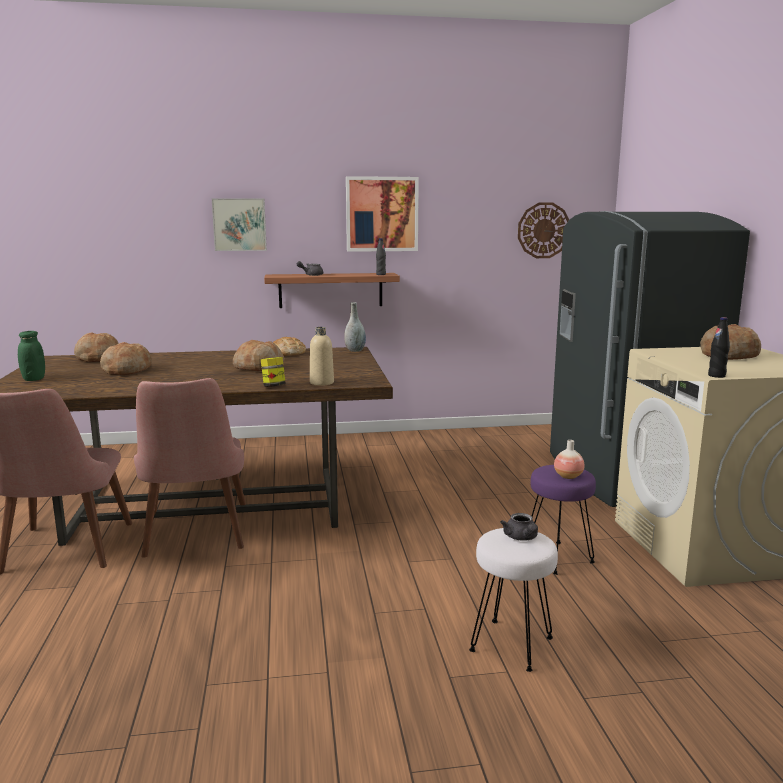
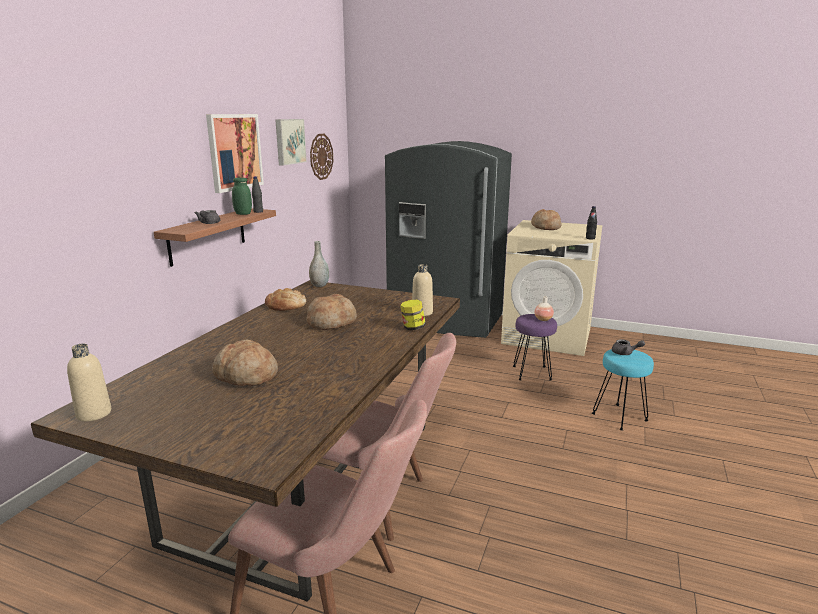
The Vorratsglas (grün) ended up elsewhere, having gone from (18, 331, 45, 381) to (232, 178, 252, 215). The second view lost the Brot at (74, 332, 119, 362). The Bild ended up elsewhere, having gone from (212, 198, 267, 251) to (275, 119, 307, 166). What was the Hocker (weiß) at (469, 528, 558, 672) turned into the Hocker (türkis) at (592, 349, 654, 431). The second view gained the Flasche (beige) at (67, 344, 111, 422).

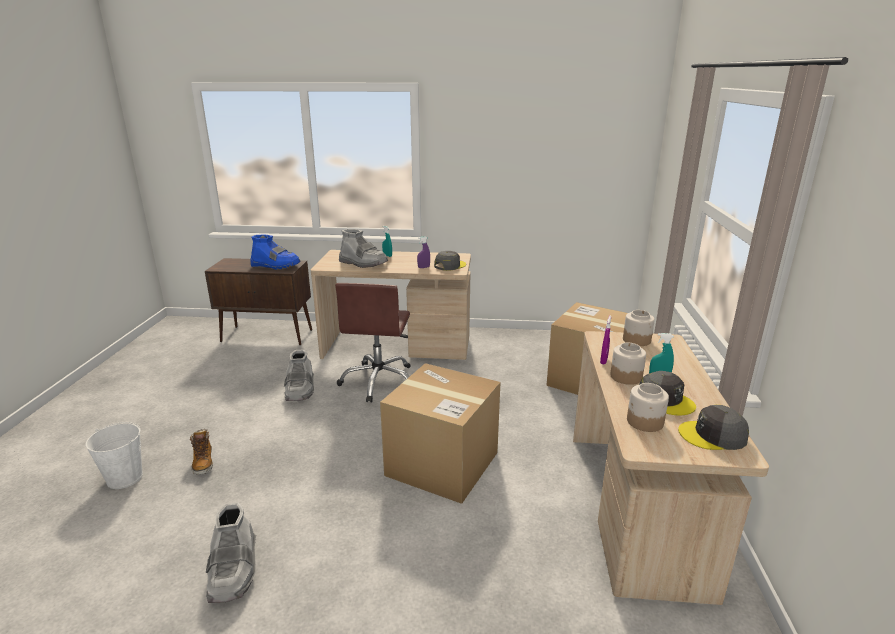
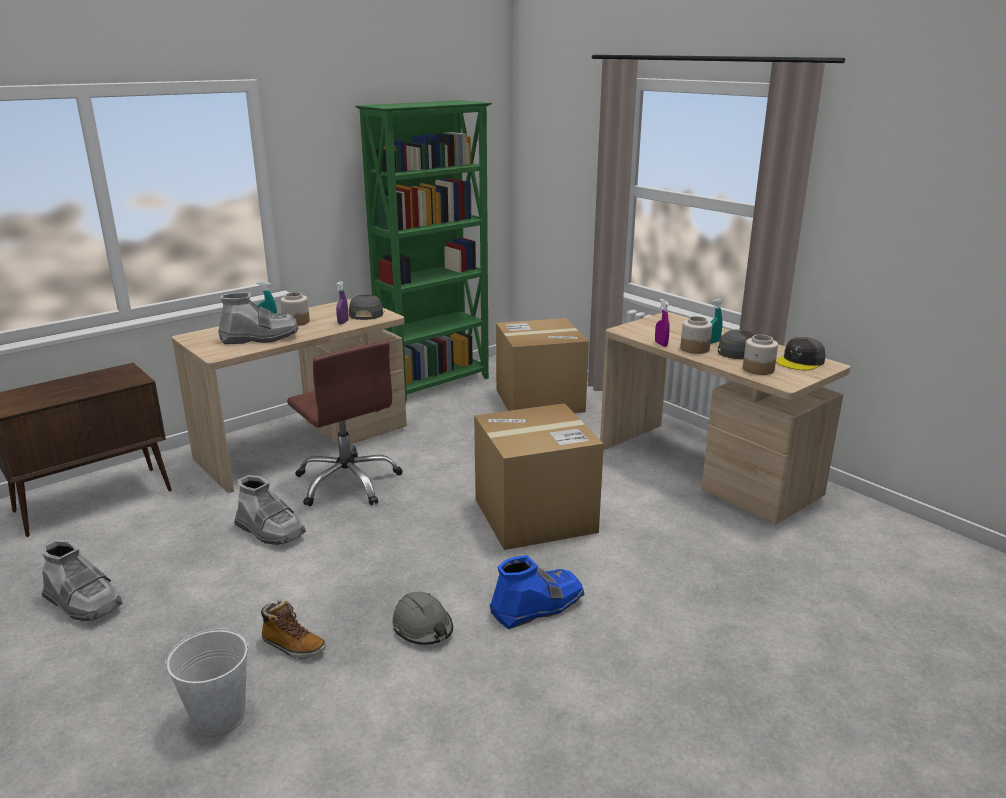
The Stiefel (grau) ended up elsewhere, having gone from (206, 502, 256, 603) to (42, 540, 123, 621). The Stiefel (blau) ended up elsewhere, having gone from (250, 234, 301, 270) to (490, 555, 585, 629). The Vorratsglas ended up elsewhere, having gone from (623, 310, 655, 346) to (280, 292, 310, 326). The second view gained the Bücherregal (grün) at (355, 100, 492, 402). The second view gained the Schutzhelm (grau) at (392, 592, 453, 645).

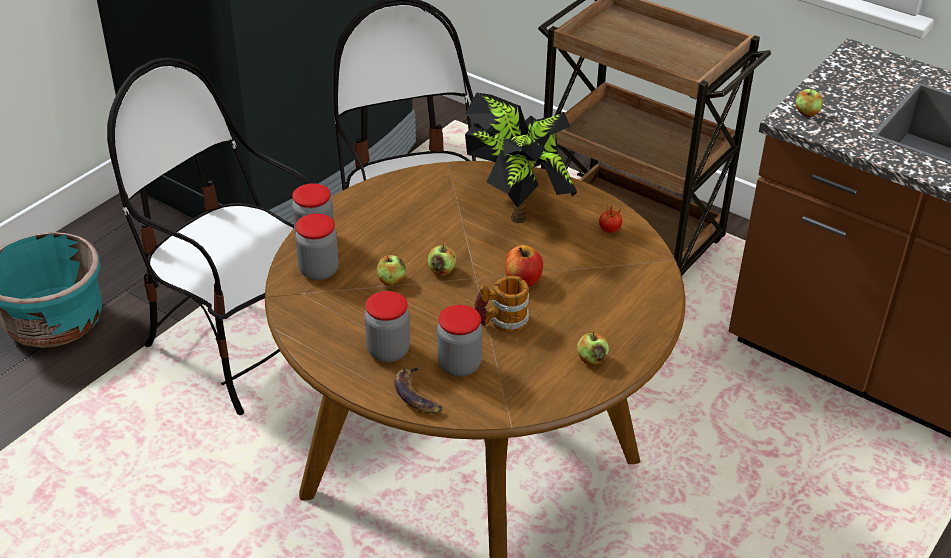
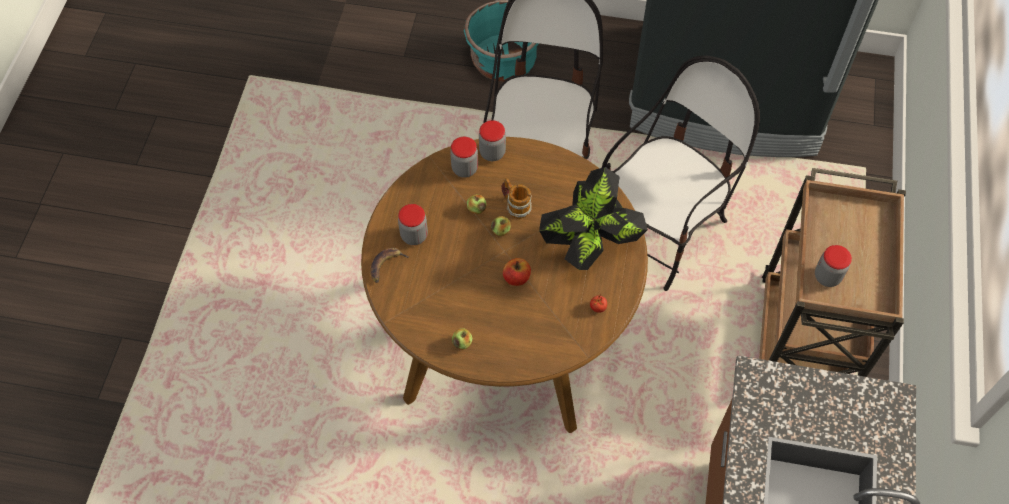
The Vorratsglas ended up elsewhere, having gone from (437, 305, 482, 377) to (815, 245, 852, 287). The Henkelbecher ended up elsewhere, having gone from (474, 276, 529, 333) to (501, 178, 532, 219). The second view lost the Apfel at (796, 89, 823, 117).

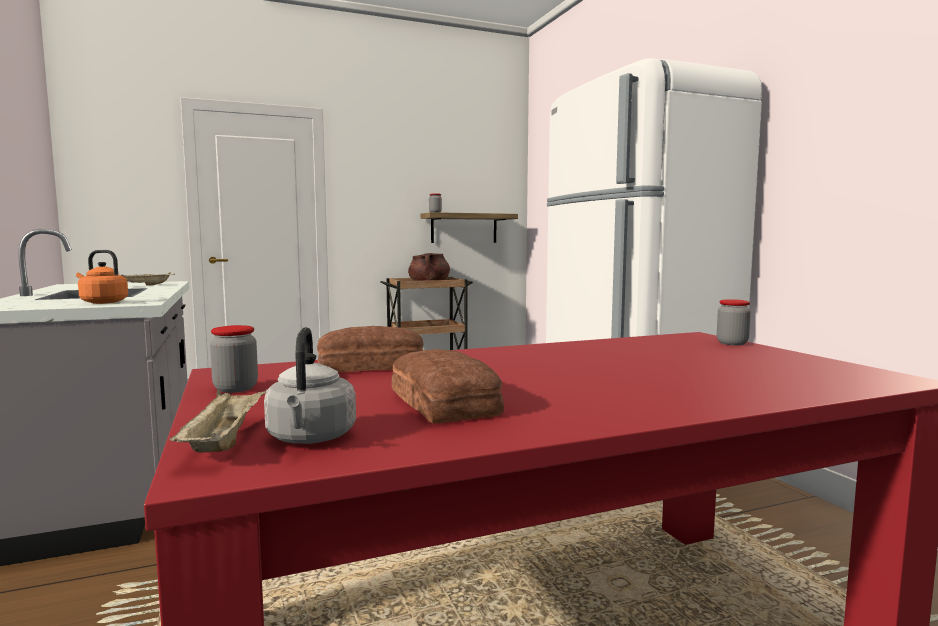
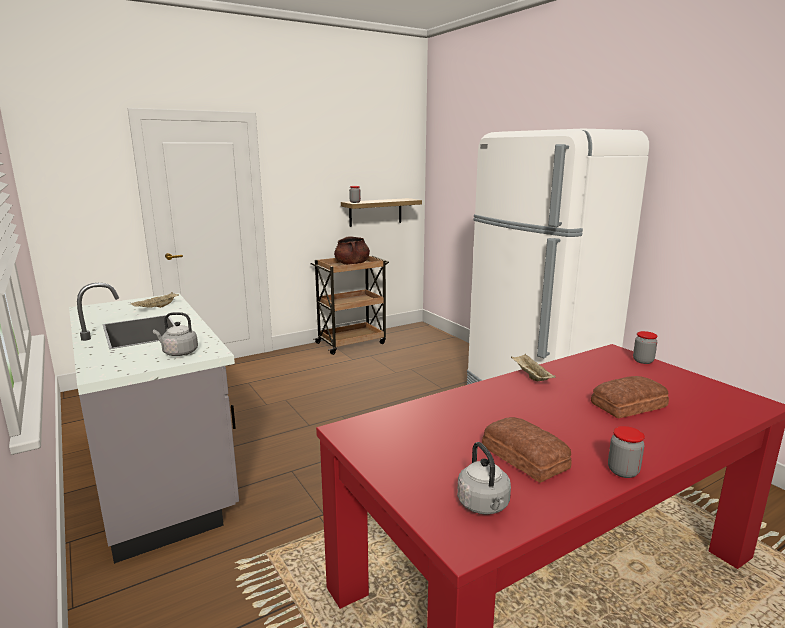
What was the Wasserkessel (orange) at (76, 250, 128, 304) turned into the Wasserkessel (grau) at (153, 312, 198, 356). The Tablett (beige) ended up elsewhere, having gone from (169, 389, 267, 453) to (511, 354, 555, 381). The Vorratsglas ended up elsewhere, having gone from (210, 325, 258, 393) to (608, 426, 645, 478). The Brot ended up elsewhere, having gone from (317, 326, 424, 372) to (591, 376, 669, 418).

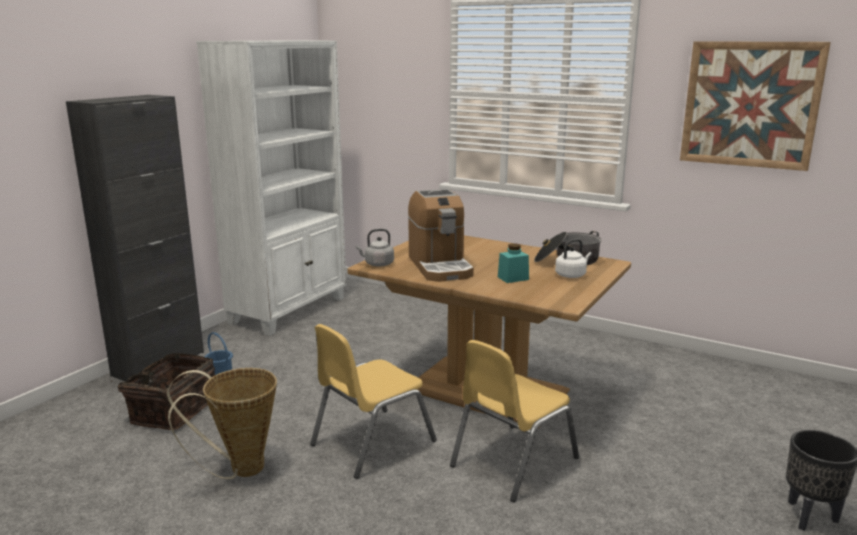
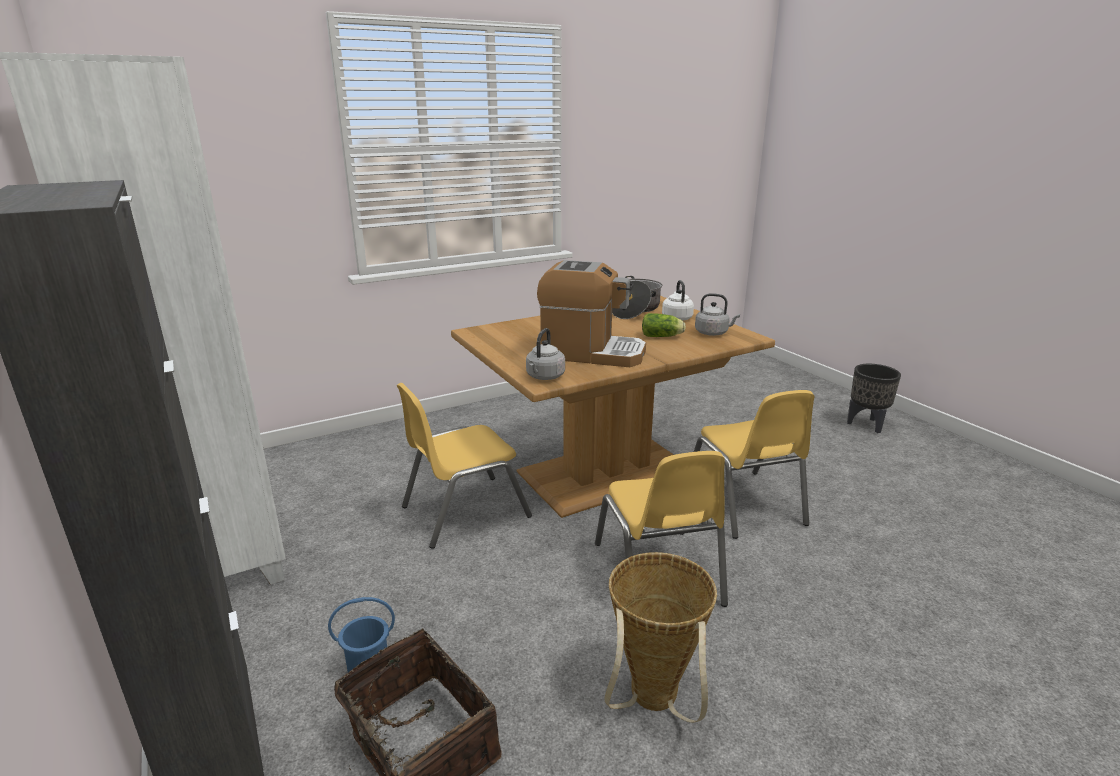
Where the Vorratsglas (türkis) stood at (498, 243, 529, 283), the Salatkopf came to stand at (642, 313, 686, 337). The second view lost the Bild at (680, 41, 831, 171). The second view gained the Stuhl (gelb) at (397, 383, 532, 549). The second view gained the Wasserkessel (grau) at (695, 293, 740, 336).

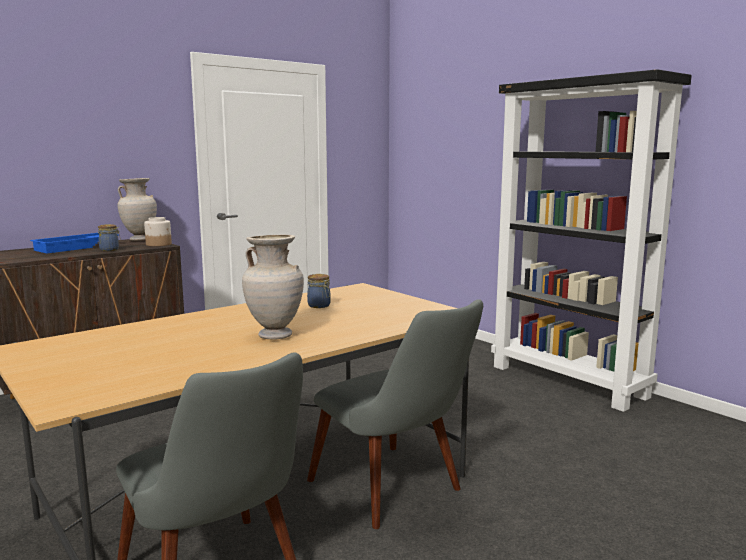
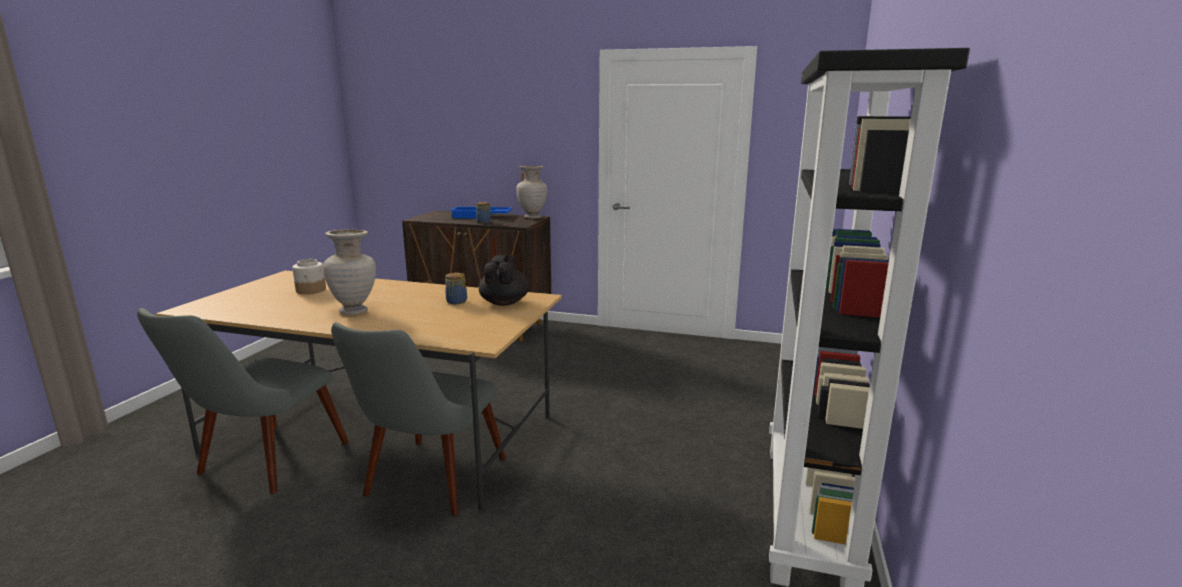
The Vorratsglas ended up elsewhere, having gone from (144, 217, 172, 246) to (292, 259, 326, 294). The second view gained the Teekanne (schwarz) at (479, 255, 530, 306).

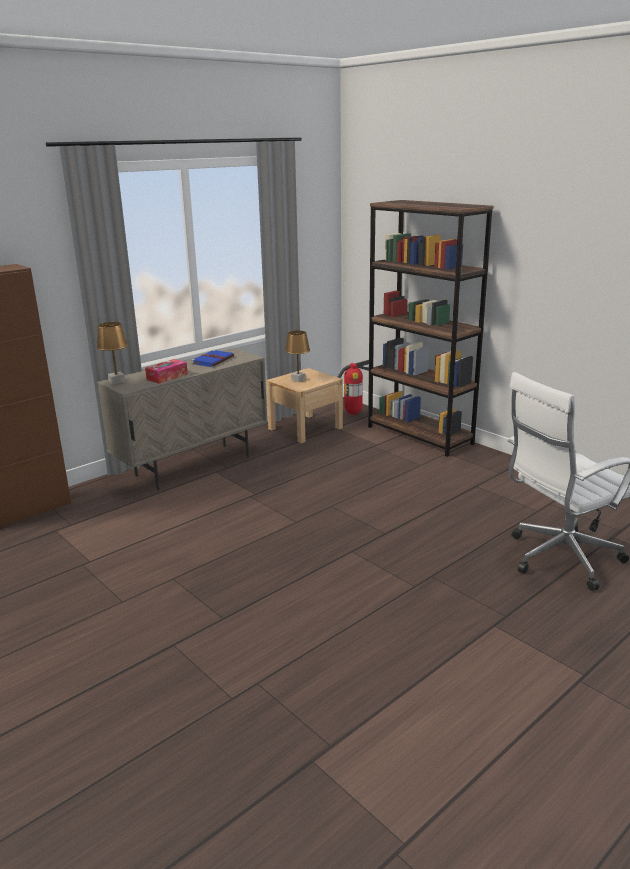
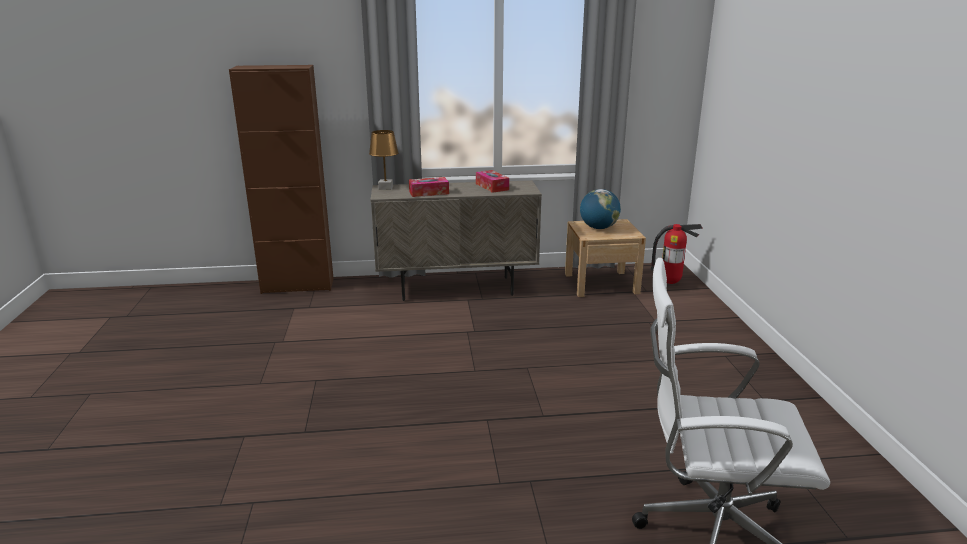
Where the Buch (blau) stood at (191, 350, 234, 367), the Taschentuchbox came to stand at (476, 170, 509, 193). Where the Tischlampe (braun) stood at (285, 330, 310, 382), the Globus came to stand at (580, 189, 621, 229). The second view lost the Bücherregal (braun) at (368, 200, 493, 457).

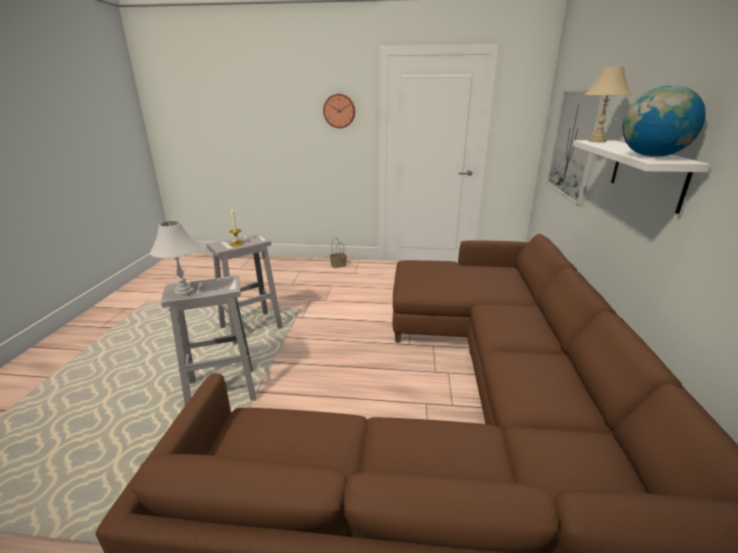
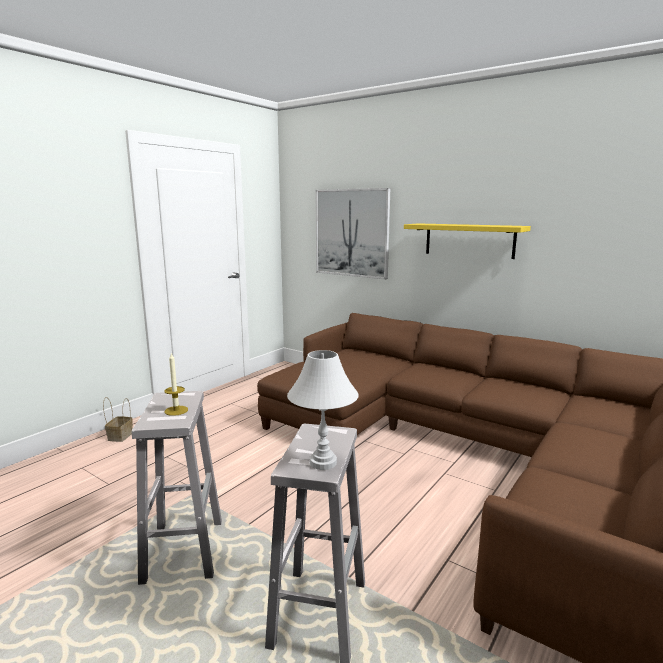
The second view lost the Wanduhr at (323, 94, 355, 128). What was the Wandregal (weiß) at (573, 140, 710, 214) turned into the Wandregal (gelb) at (404, 223, 531, 259). The second view lost the Tischlampe (beige) at (585, 67, 632, 142). The second view lost the Globus at (622, 85, 706, 157).

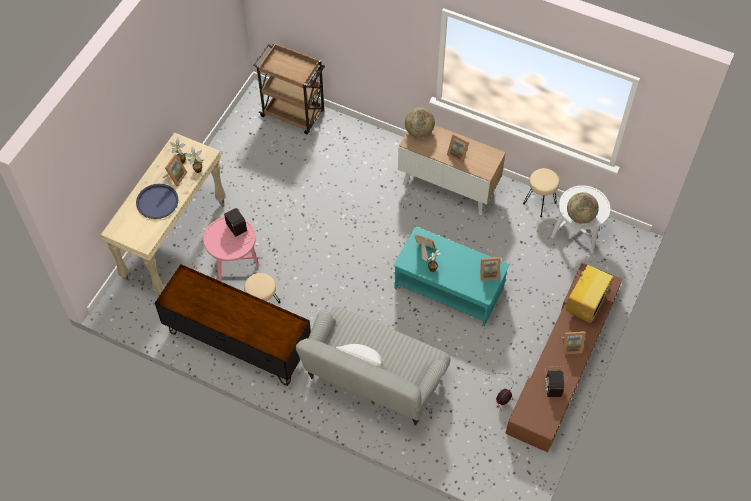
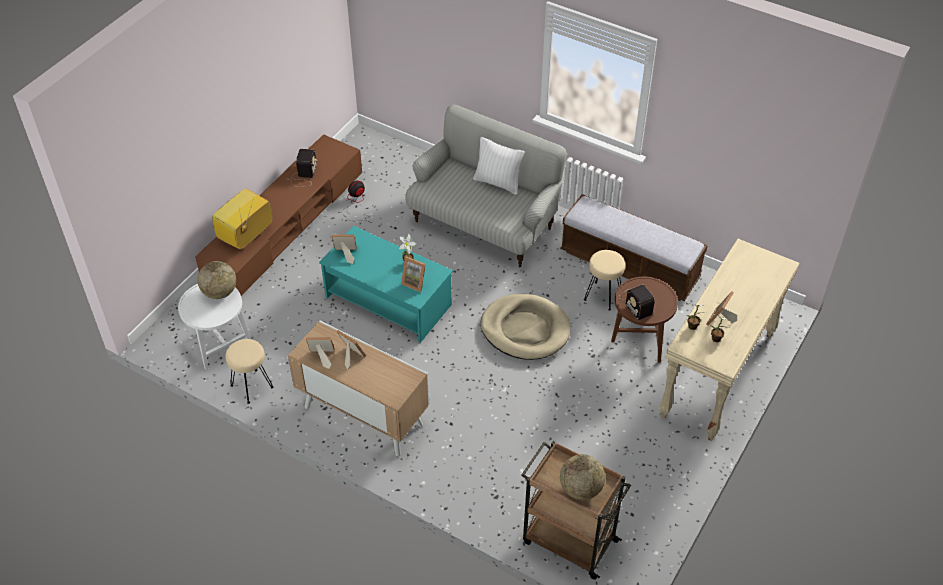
The second view lost the Tablett (blau) at (136, 184, 179, 219). Where the Fernsehschrank (braun) stood at (155, 264, 311, 386), the Bank came to stand at (561, 194, 708, 301). What was the Beistelltisch (rosa) at (204, 217, 258, 282) turned into the Beistelltisch (braun) at (611, 277, 678, 363). The Globus ended up elsewhere, having gone from (405, 107, 435, 138) to (560, 454, 605, 500). The Bilderrahmen ended up elsewhere, having gone from (562, 331, 585, 354) to (306, 337, 335, 369). The second view gained the Hundebett (beige) at (481, 294, 570, 360).

